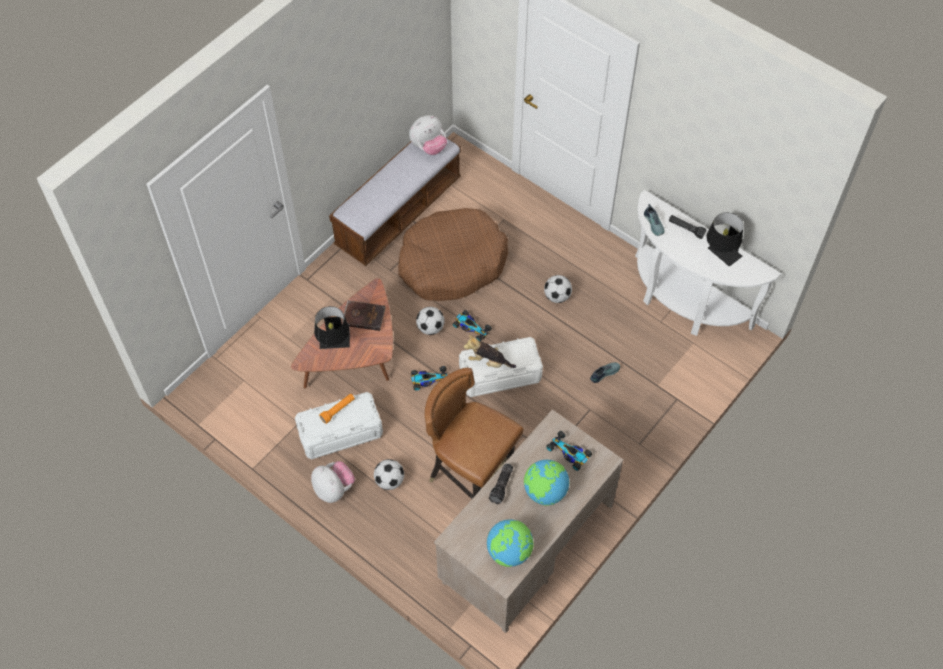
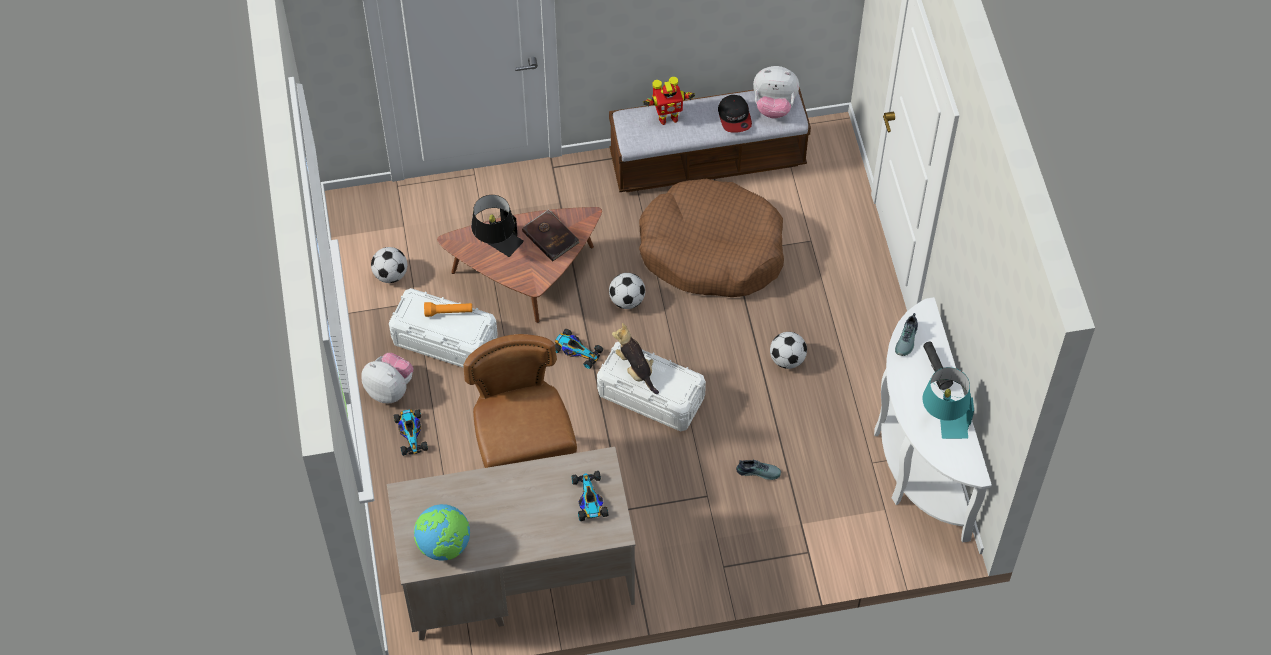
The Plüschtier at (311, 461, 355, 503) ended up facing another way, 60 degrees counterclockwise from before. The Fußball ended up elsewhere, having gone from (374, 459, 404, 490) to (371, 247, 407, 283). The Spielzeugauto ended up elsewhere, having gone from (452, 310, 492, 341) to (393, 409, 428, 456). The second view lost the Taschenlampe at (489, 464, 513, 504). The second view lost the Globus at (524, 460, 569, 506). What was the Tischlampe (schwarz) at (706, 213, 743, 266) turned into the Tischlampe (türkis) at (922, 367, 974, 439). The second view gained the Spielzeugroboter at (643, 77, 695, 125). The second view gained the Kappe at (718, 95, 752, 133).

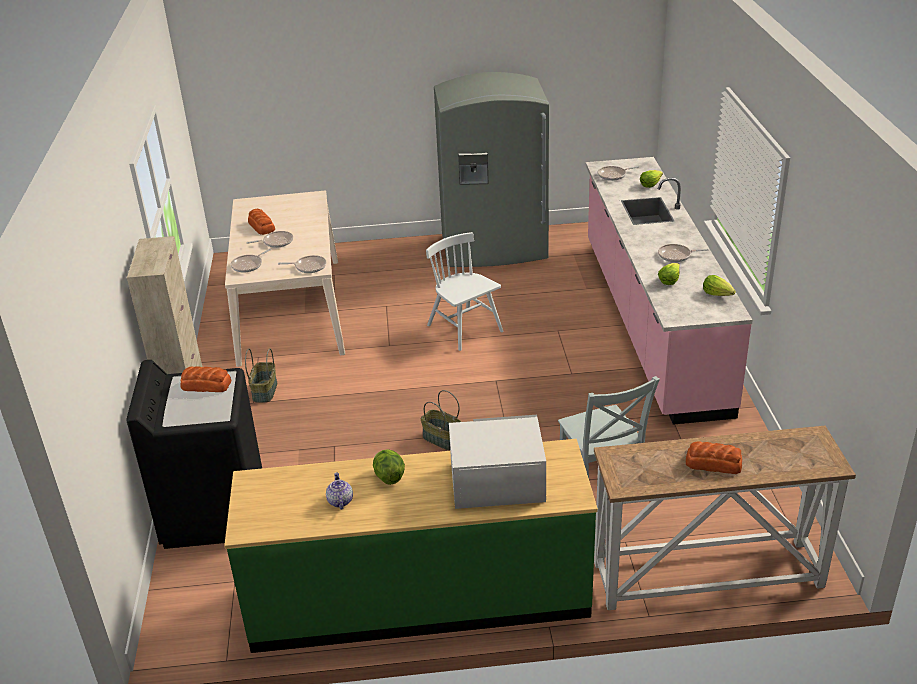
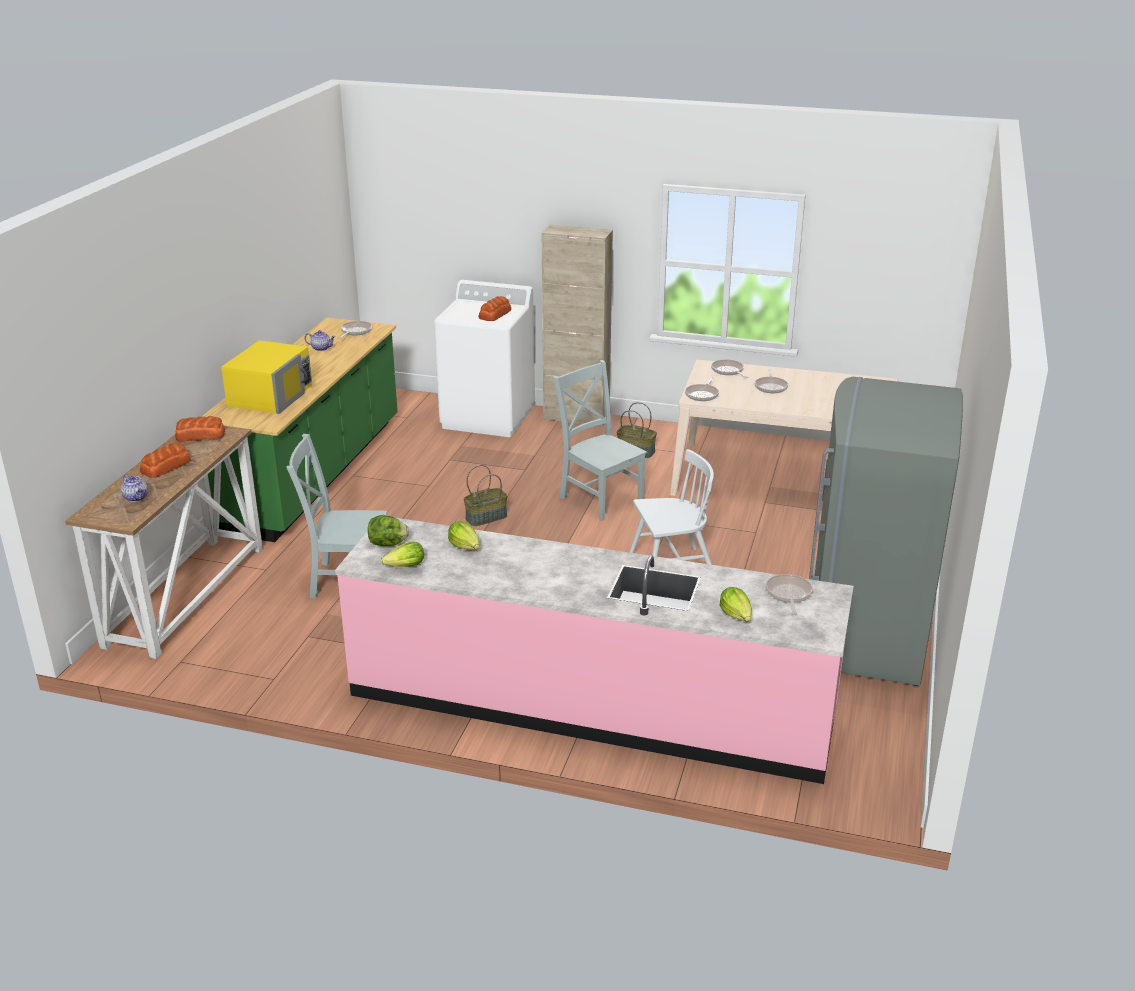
What was the Waschmaschine (schwarz) at (126, 360, 262, 549) turned into the Waschmaschine (weiß) at (434, 280, 535, 437). The Brot ended up elsewhere, having gone from (248, 209, 275, 235) to (175, 416, 225, 442). The Salatkopf ended up elsewhere, having gone from (373, 449, 405, 485) to (368, 515, 409, 546). What was the Mikrowelle (weiß) at (449, 415, 546, 509) turned into the Mikrowelle (gelb) at (221, 340, 312, 414). The Pfanne ended up elsewhere, having gone from (658, 244, 709, 262) to (339, 321, 372, 338). The second view gained the Teekanne at (121, 474, 148, 502). The second view gained the Stuhl (grau) at (553, 360, 647, 521).

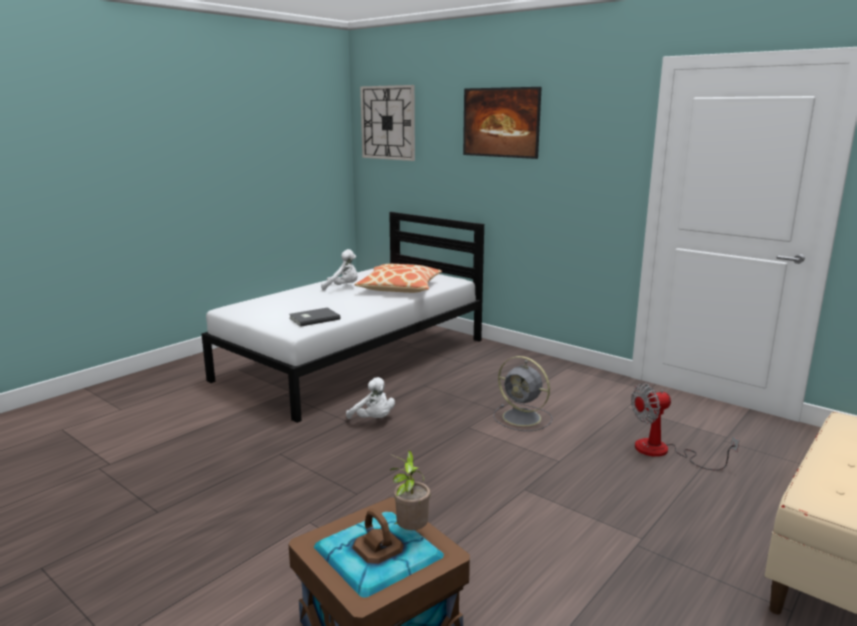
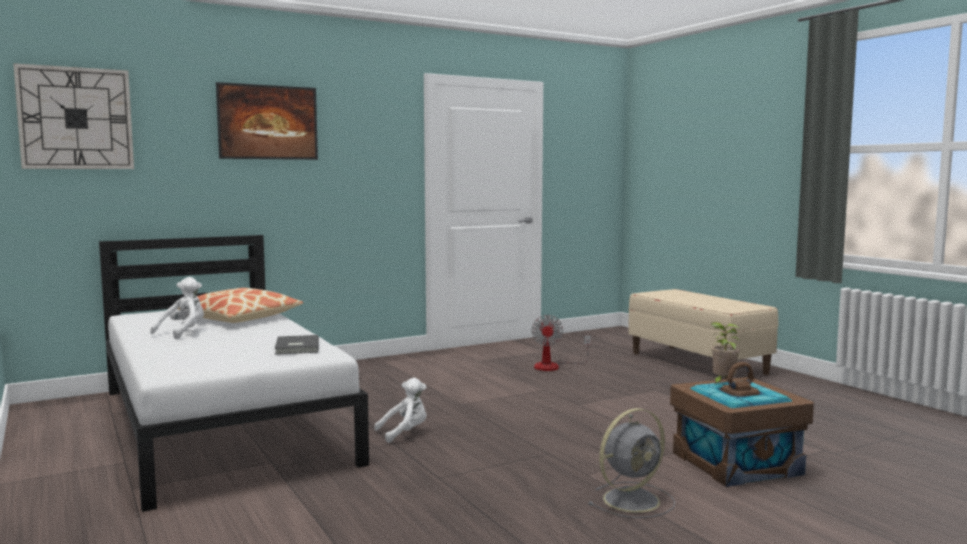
The Ventilator (grau) ended up elsewhere, having gone from (493, 356, 553, 431) to (587, 408, 675, 518).

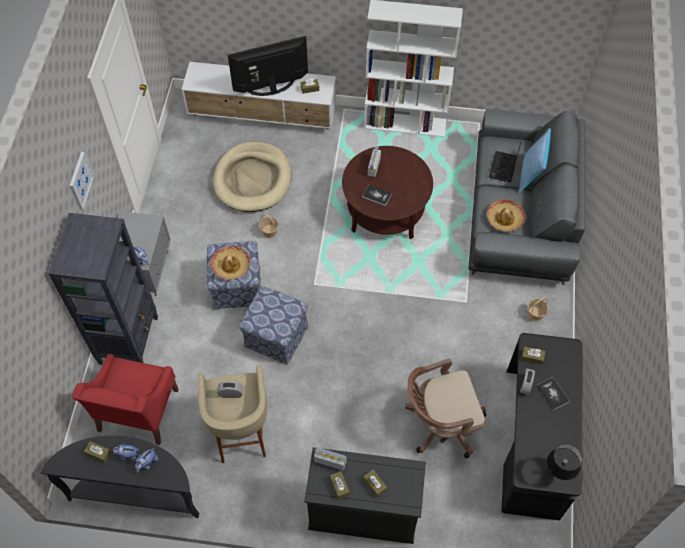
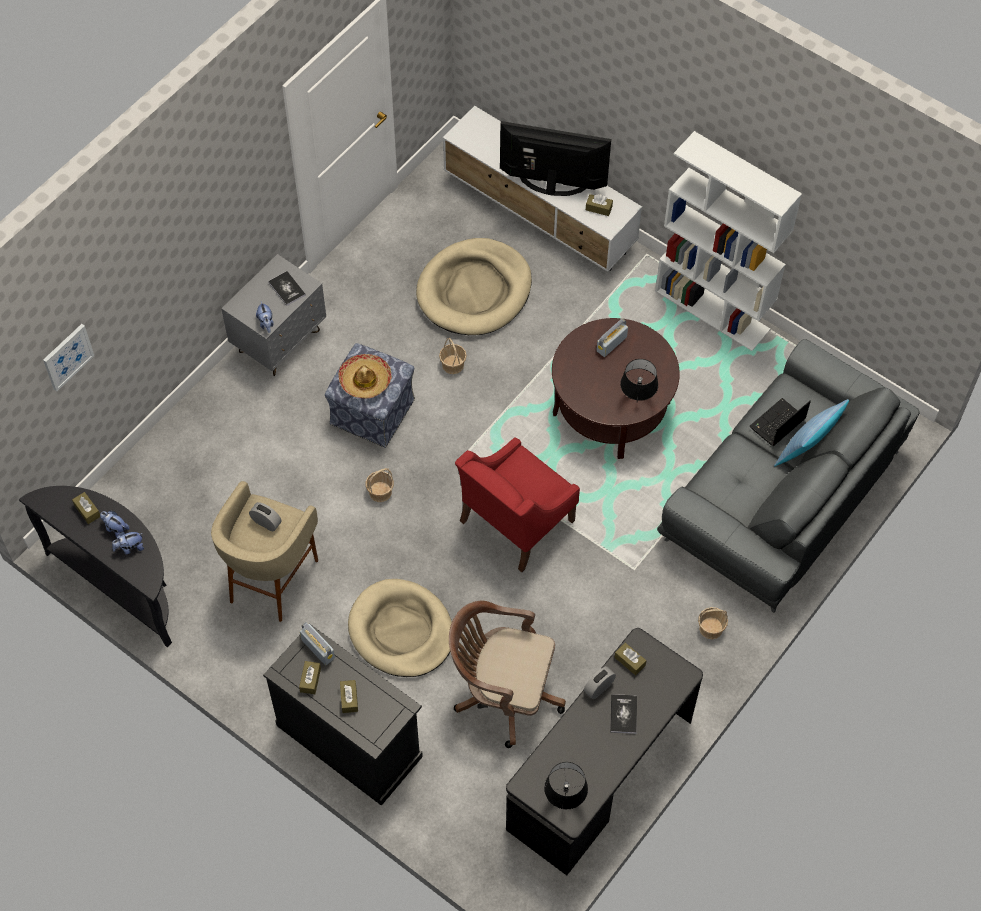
The second view lost the Bücherregal (schwarz) at (48, 213, 158, 365). The Bild ended up elsewhere, having gone from (70, 152, 94, 210) to (43, 324, 94, 391). The Sessel (rot) ended up elsewhere, having gone from (72, 354, 179, 445) to (455, 437, 580, 572). Where the Polsterhocker stood at (239, 286, 309, 365), the Korb came to stand at (366, 468, 394, 502). The Buch ended up elsewhere, having gone from (362, 185, 392, 206) to (268, 271, 306, 306). The second view lost the Hut at (487, 199, 526, 232). The second view gained the Hundebett (beige) at (348, 579, 452, 677). The second view gained the Tischlampe (schwarz) at (620, 359, 658, 401).

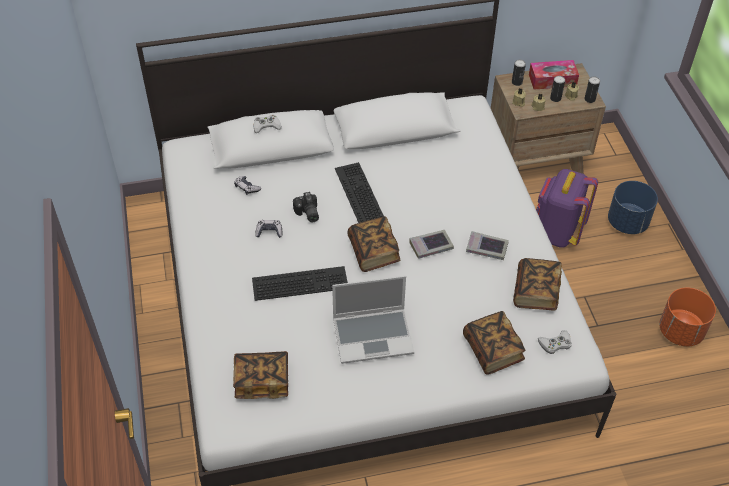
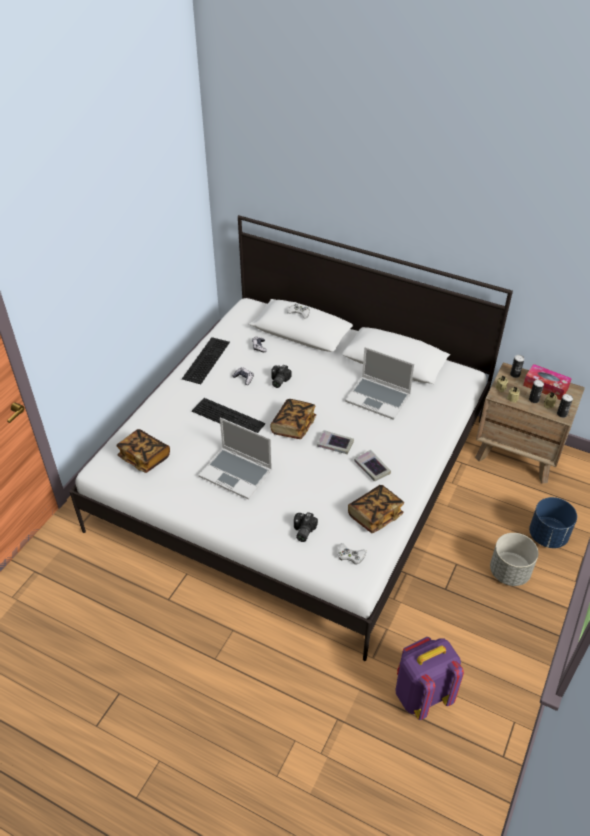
The Tastatur ended up elsewhere, having gone from (335, 162, 384, 223) to (182, 337, 230, 384). Where the Buch stood at (463, 311, 525, 375), the Kamera came to stand at (294, 512, 318, 542). The Rucksack (lila) ended up elsewhere, having gone from (536, 169, 598, 248) to (395, 637, 464, 720). The second view lost the Pflanzkübel (orange) at (659, 288, 716, 347). The second view gained the Laptop at (345, 347, 414, 420). The second view gained the Pflanzkübel (grau) at (490, 533, 539, 586).

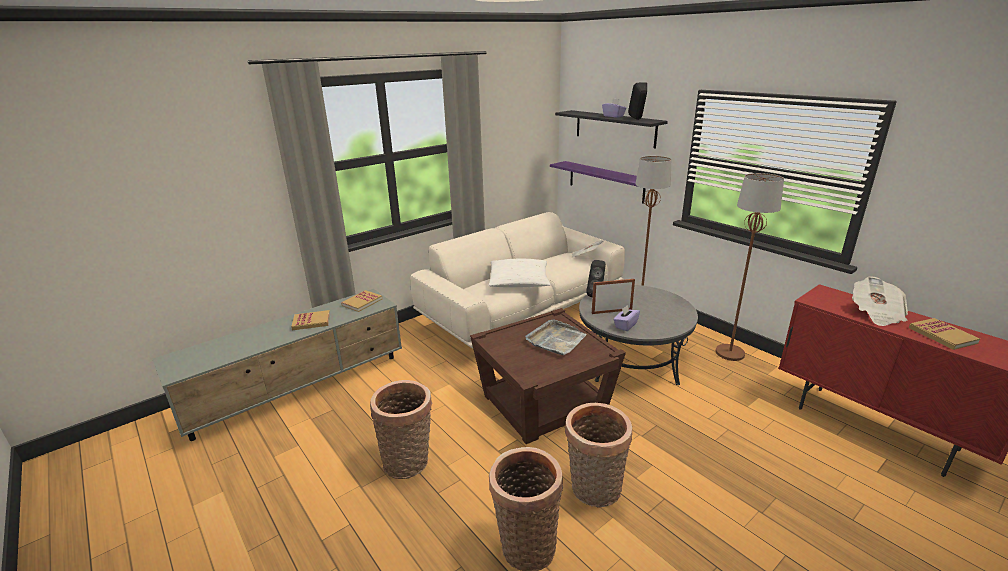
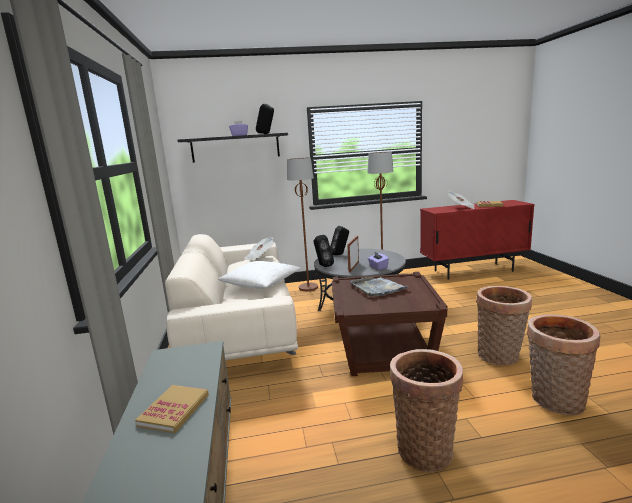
The second view lost the Buch at (341, 290, 382, 312). The second view lost the Wandregal (lila) at (550, 161, 646, 204). The second view gained the Lautsprecher (schwarz) at (330, 226, 349, 255).

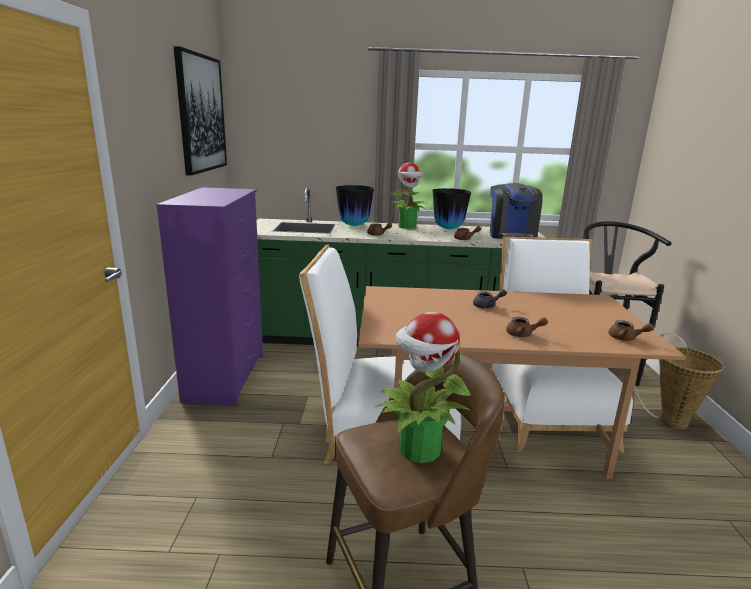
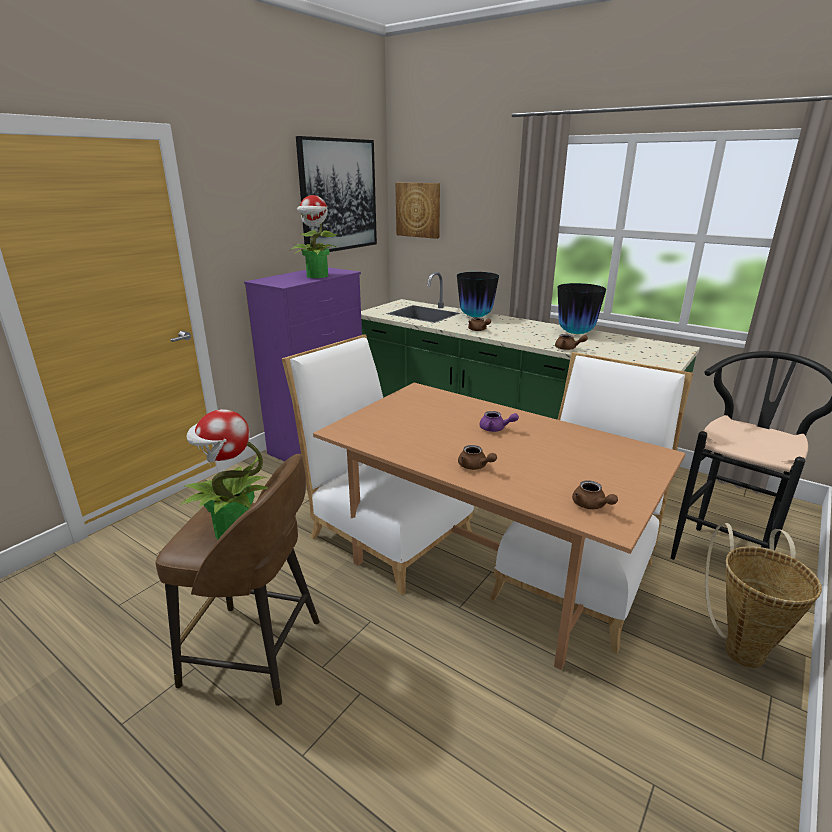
The Topfpflanze ended up elsewhere, having gone from (390, 163, 427, 229) to (290, 195, 338, 278). What was the Teekanne (grau) at (473, 289, 507, 309) turned into the Teekanne (lila) at (480, 411, 519, 432). The second view lost the Kaffeemaschine at (490, 183, 543, 239). The second view gained the Bild at (395, 182, 440, 239).

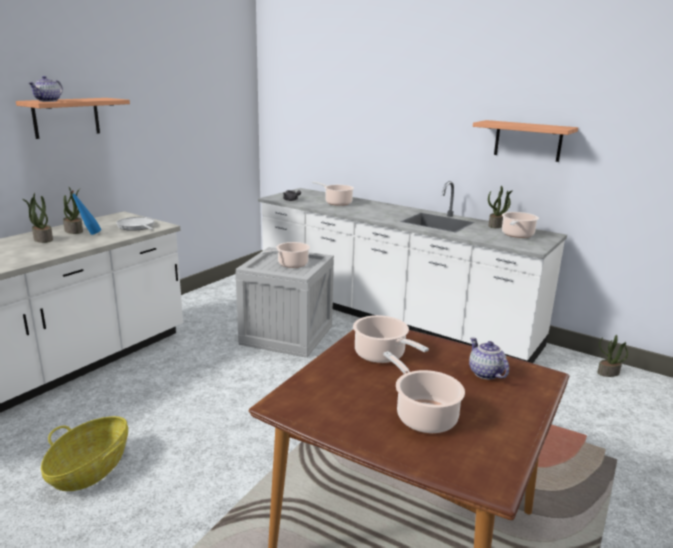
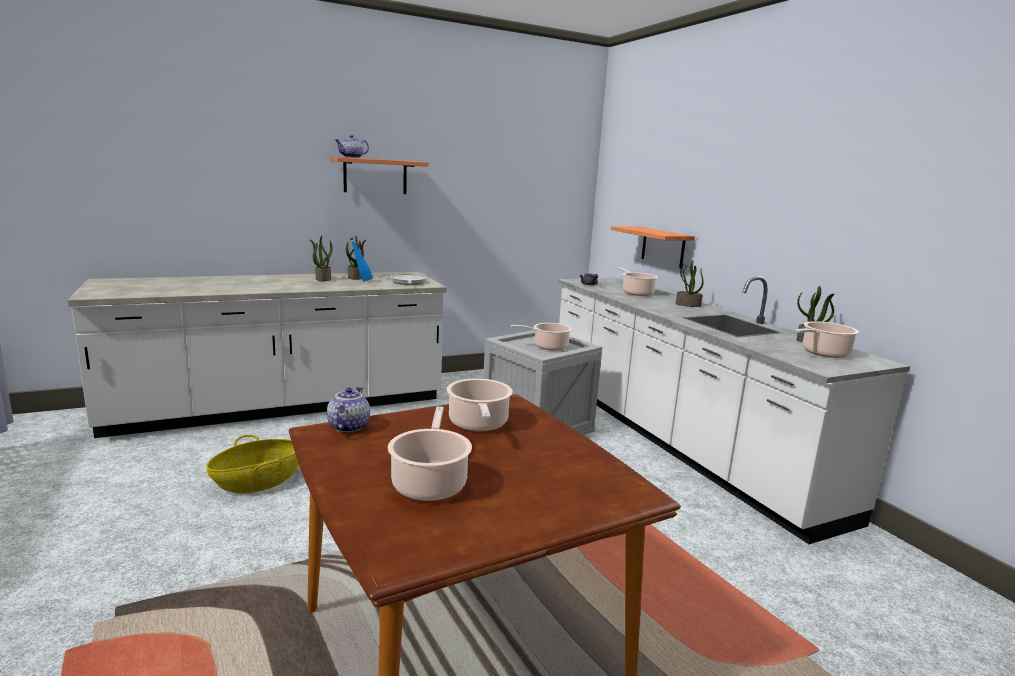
The Teekanne ended up elsewhere, having gone from (469, 337, 509, 380) to (327, 387, 370, 432). The Wandregal ended up elsewhere, having gone from (473, 120, 578, 162) to (611, 226, 695, 268). The Topfpflanze ended up elsewhere, having gone from (597, 335, 628, 377) to (676, 260, 704, 307).

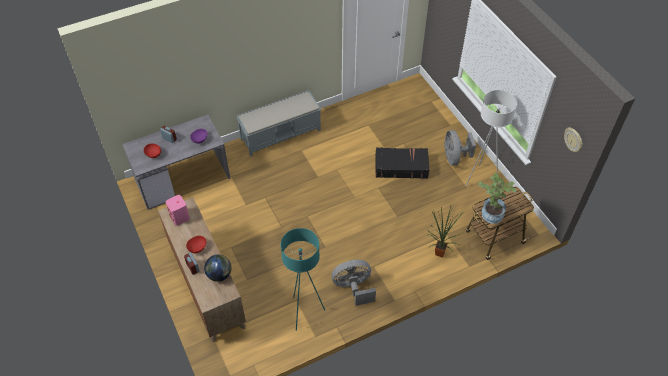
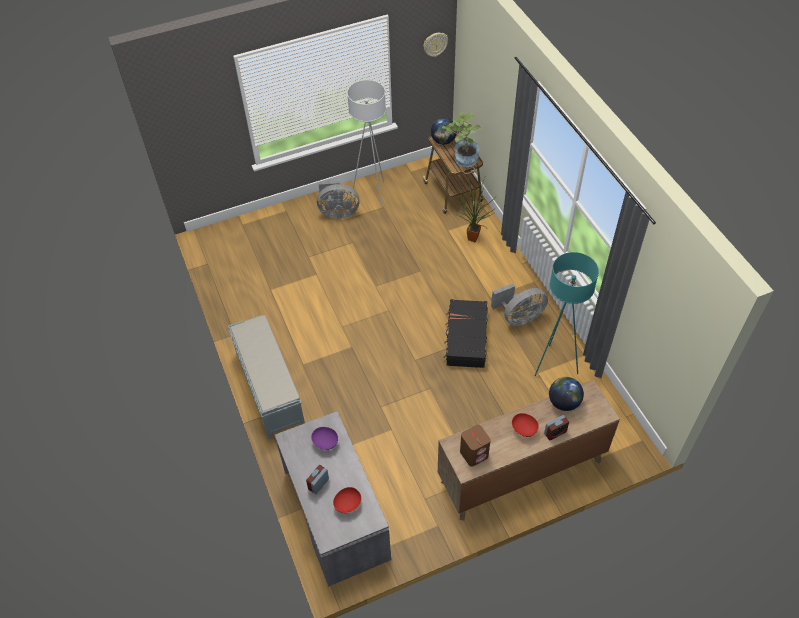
What was the Lautsprecher (rosa) at (166, 195, 190, 226) turned into the Lautsprecher (braun) at (460, 425, 491, 467). The Ventilator (grau) at (331, 260, 376, 306) ended up facing another way, 105 degrees counterclockwise from before. The Koffer (schwarz) ended up elsewhere, having gone from (375, 147, 430, 179) to (443, 299, 488, 368). The second view gained the Globus at (431, 118, 457, 145).

